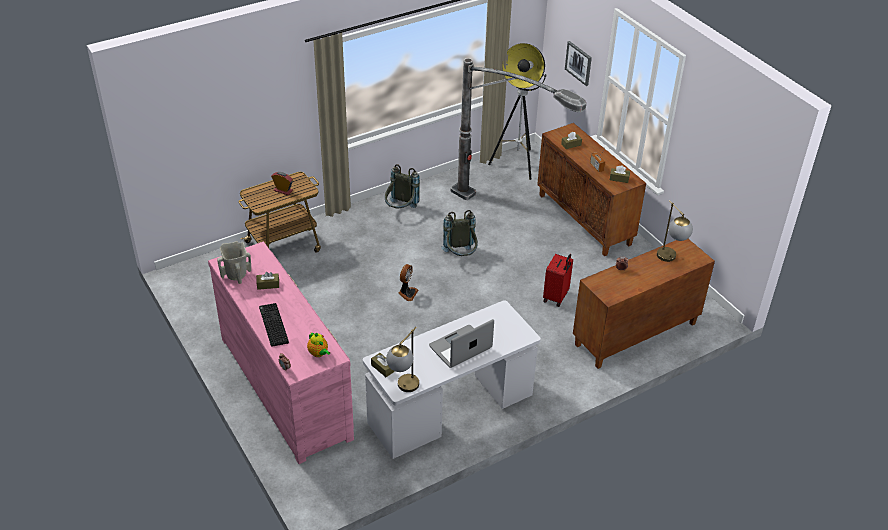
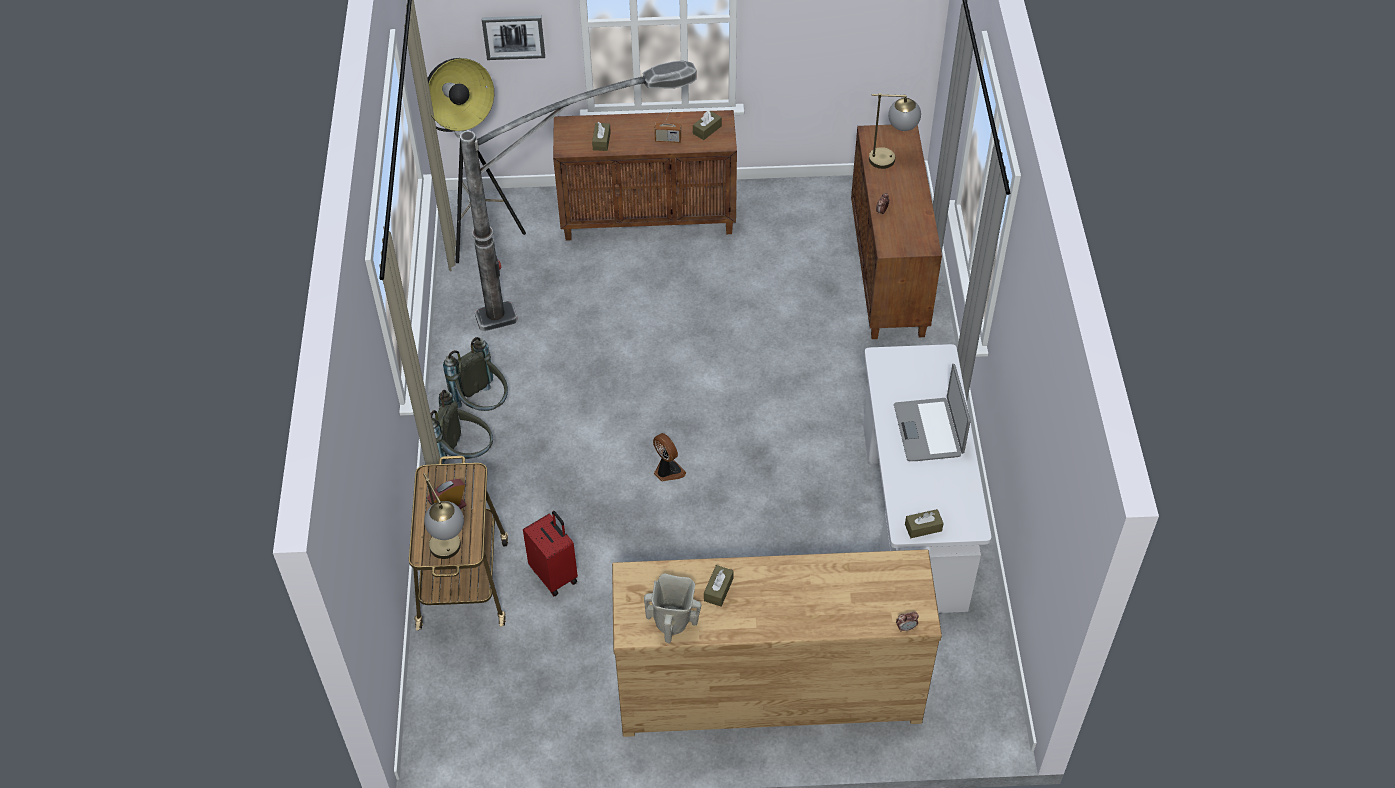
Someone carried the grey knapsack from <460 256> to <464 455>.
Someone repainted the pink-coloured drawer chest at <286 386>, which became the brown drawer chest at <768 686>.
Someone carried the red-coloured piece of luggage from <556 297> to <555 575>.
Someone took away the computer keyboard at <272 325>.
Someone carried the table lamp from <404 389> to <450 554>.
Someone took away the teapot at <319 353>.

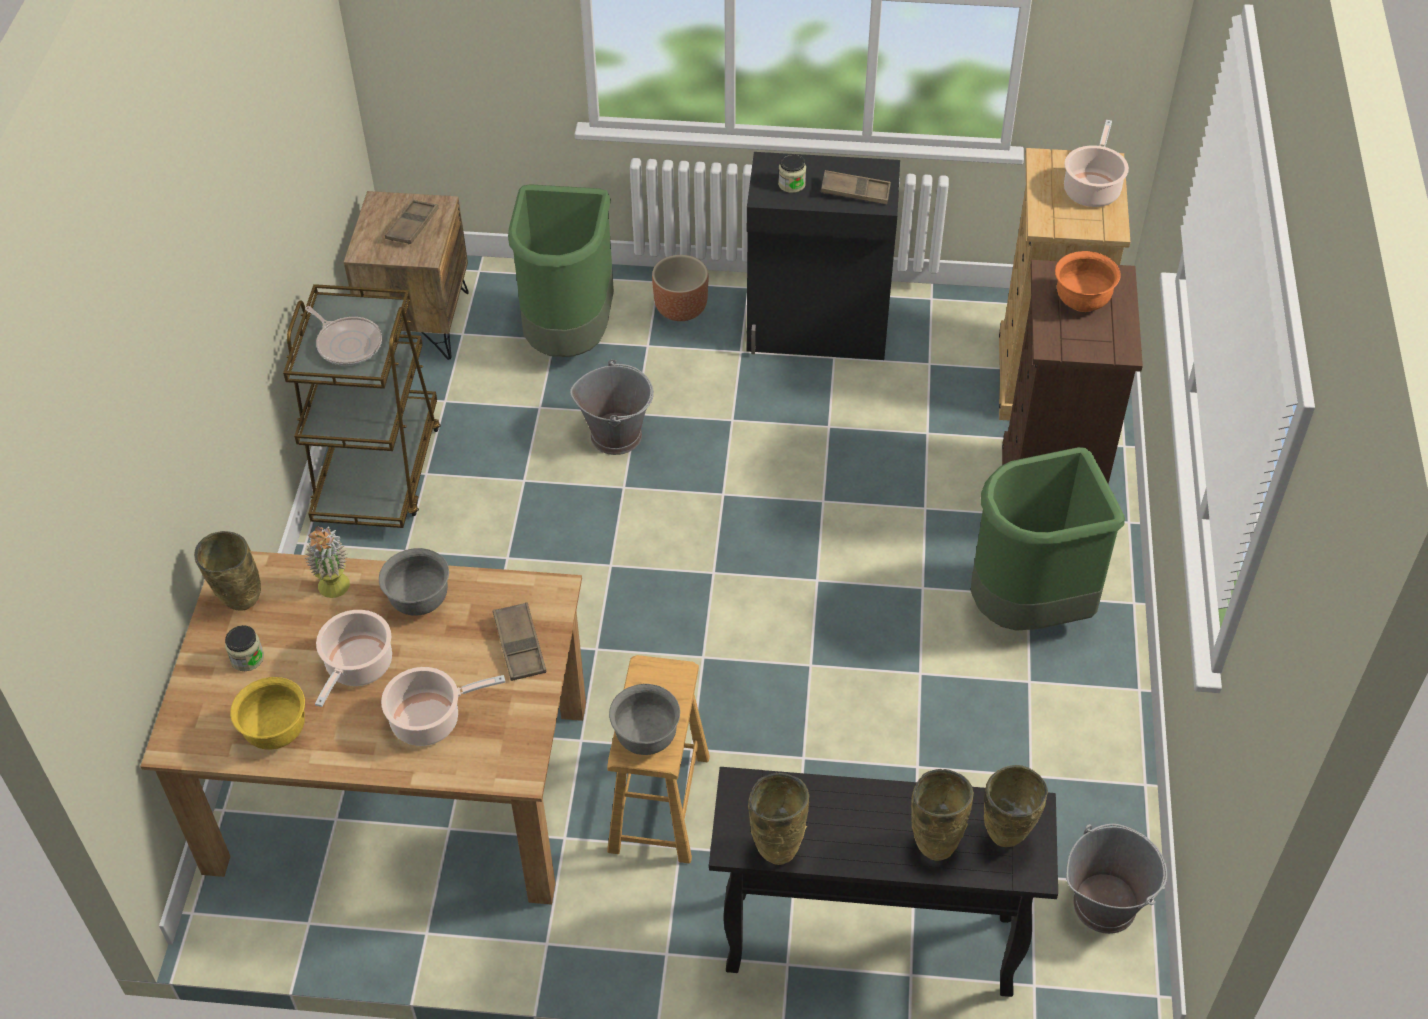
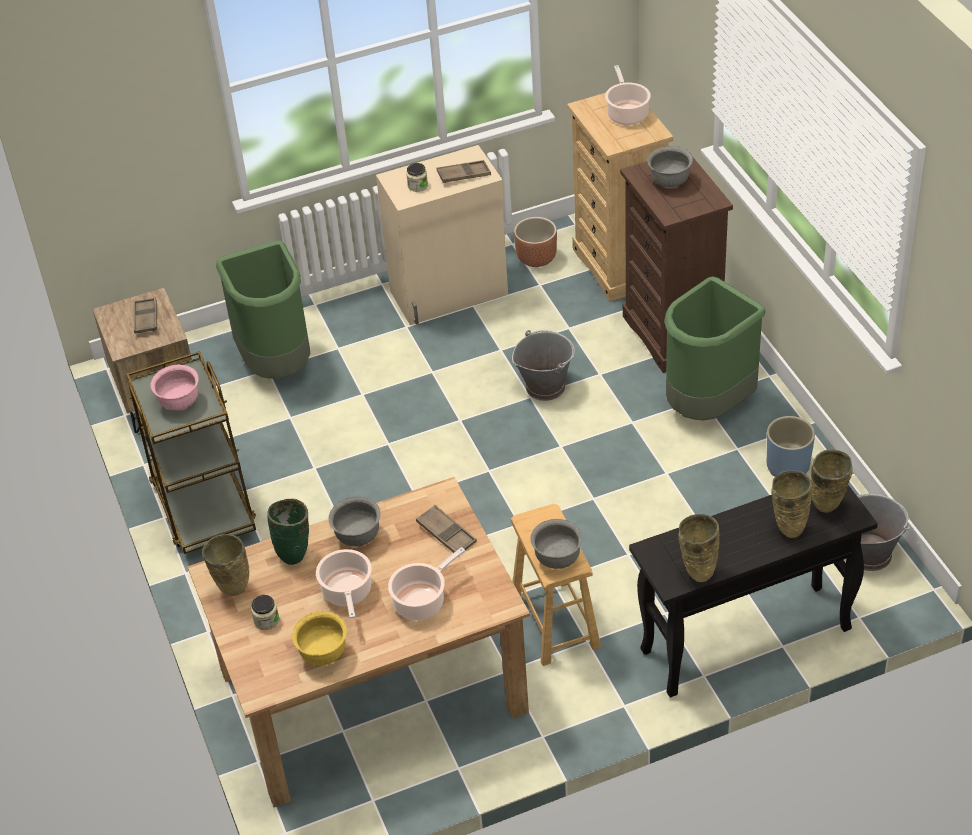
Someone repainted the black storage cabinet at <818 331>, which became the beige storage cabinet at <450 293>.
Someone repainted the orange-coloured bowl at <1081 301>, which became the grey bowl at <669 182>.
Someone carried the brown flower pot from <681 309> to <536 258>.
Someone swapped the skillet at <347 344> for the pink-coloured bowl at <179 402>.
Someone carried the grey pail from <616 435> to <545 386>.
Someone swapped the plant in a pot at <336 592> for the green-coloured vase at <295 555>.
Someone put down the blue flower pot at <788 466>.

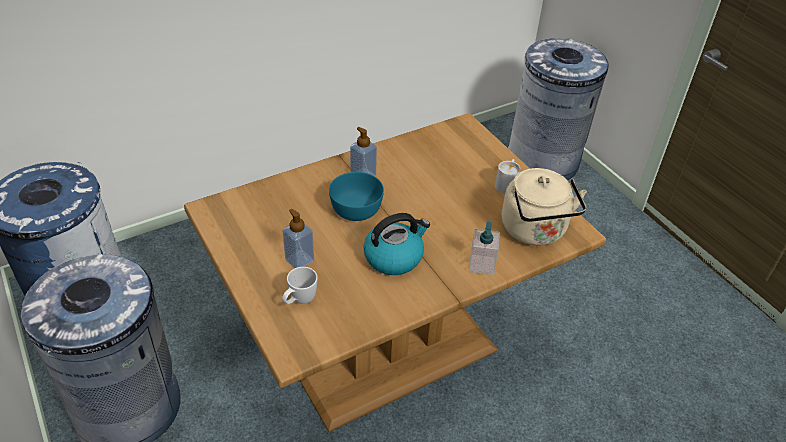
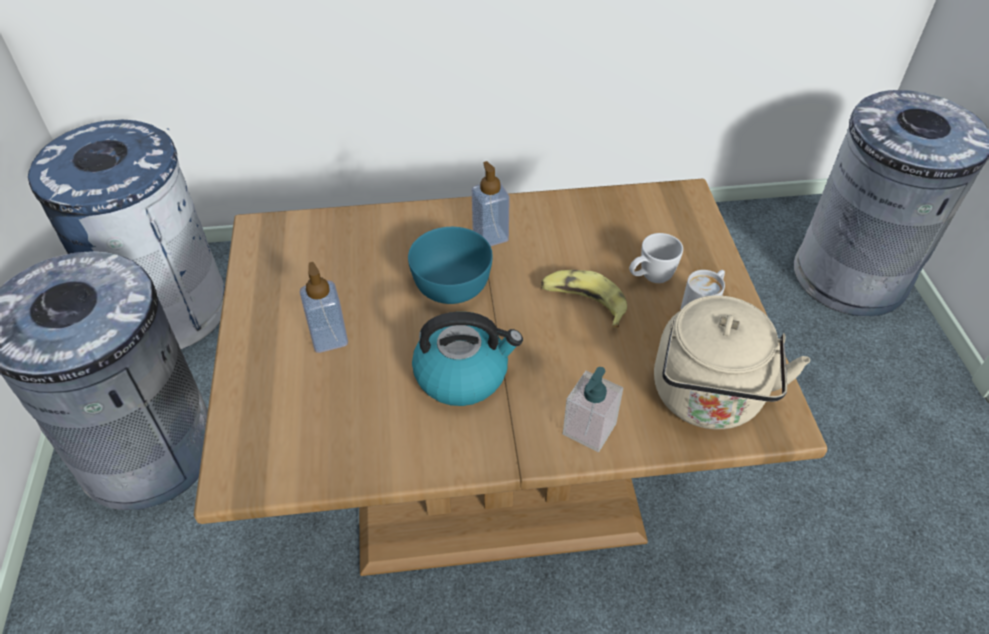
Someone carried the white-coloured mug from <299 301> to <650 278>.
Someone put down the banana at <583 302>.

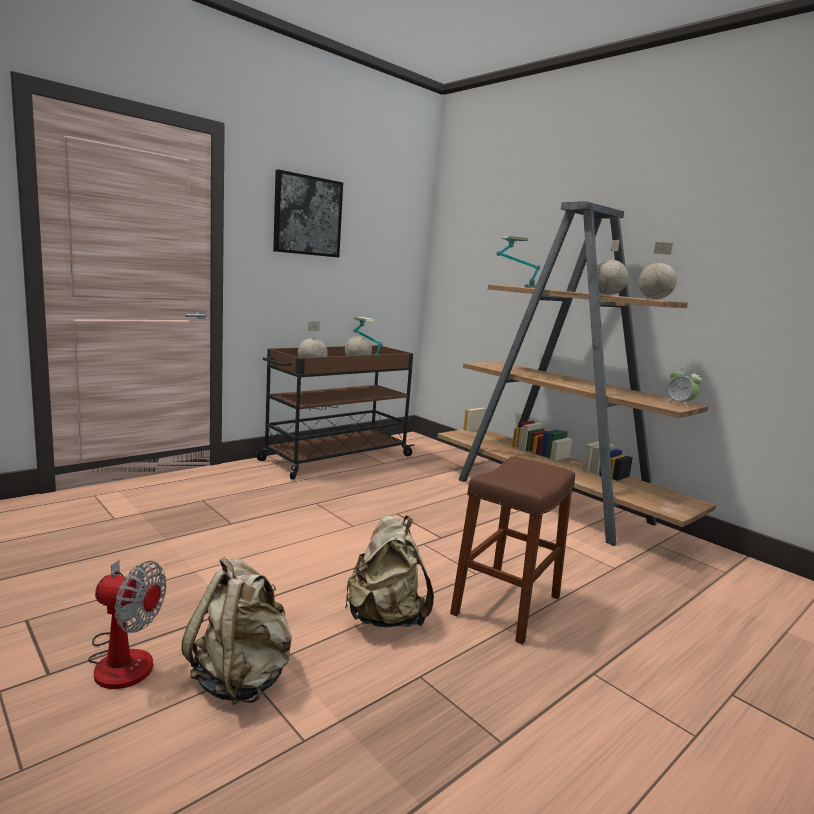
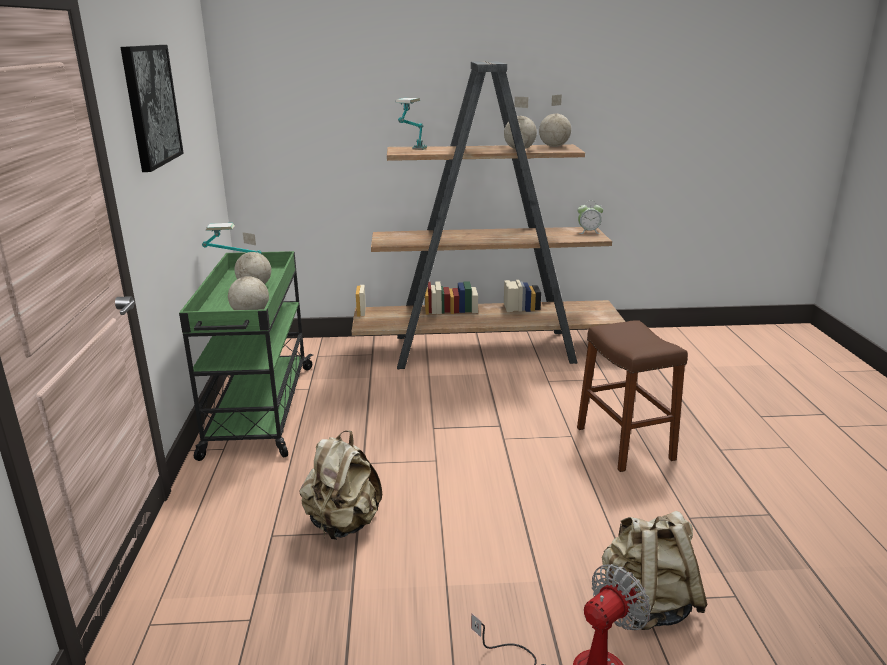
Someone repainted the brown wheeled cart at <335 458>, which became the green-coloured wheeled cart at <259 410>.
Someone carried the beige knapsack from <385 617> to <343 524>.

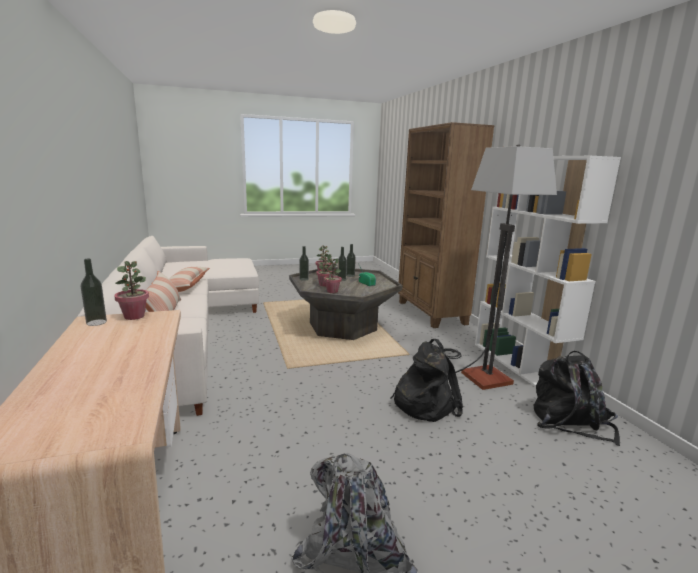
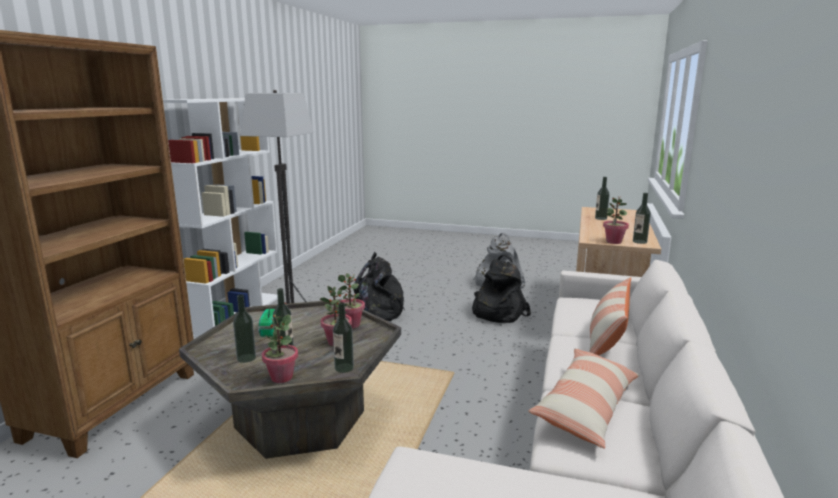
Someone carried the black knapsack from <570 421> to <496 313>.
Someone put down the drink bottle at <601 218>.

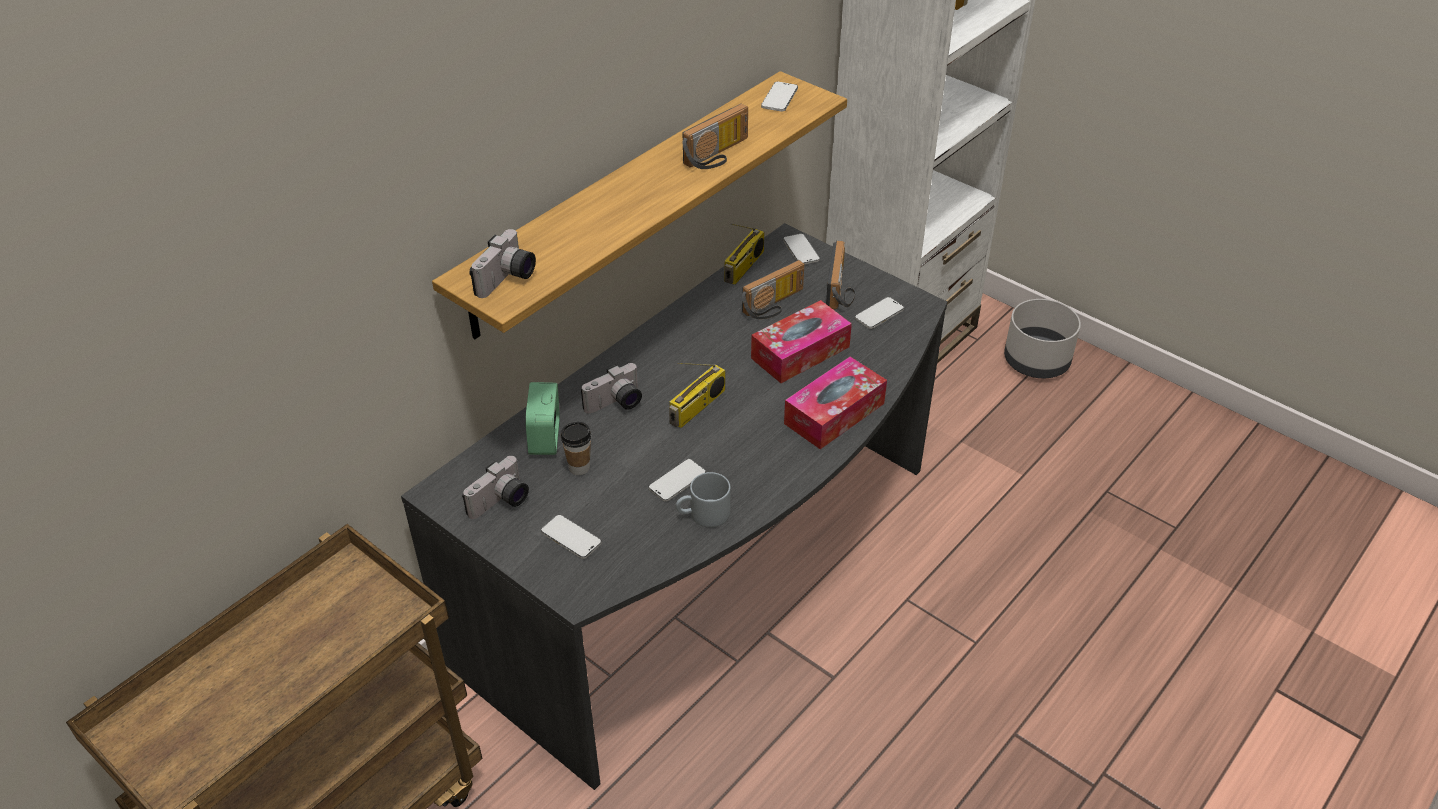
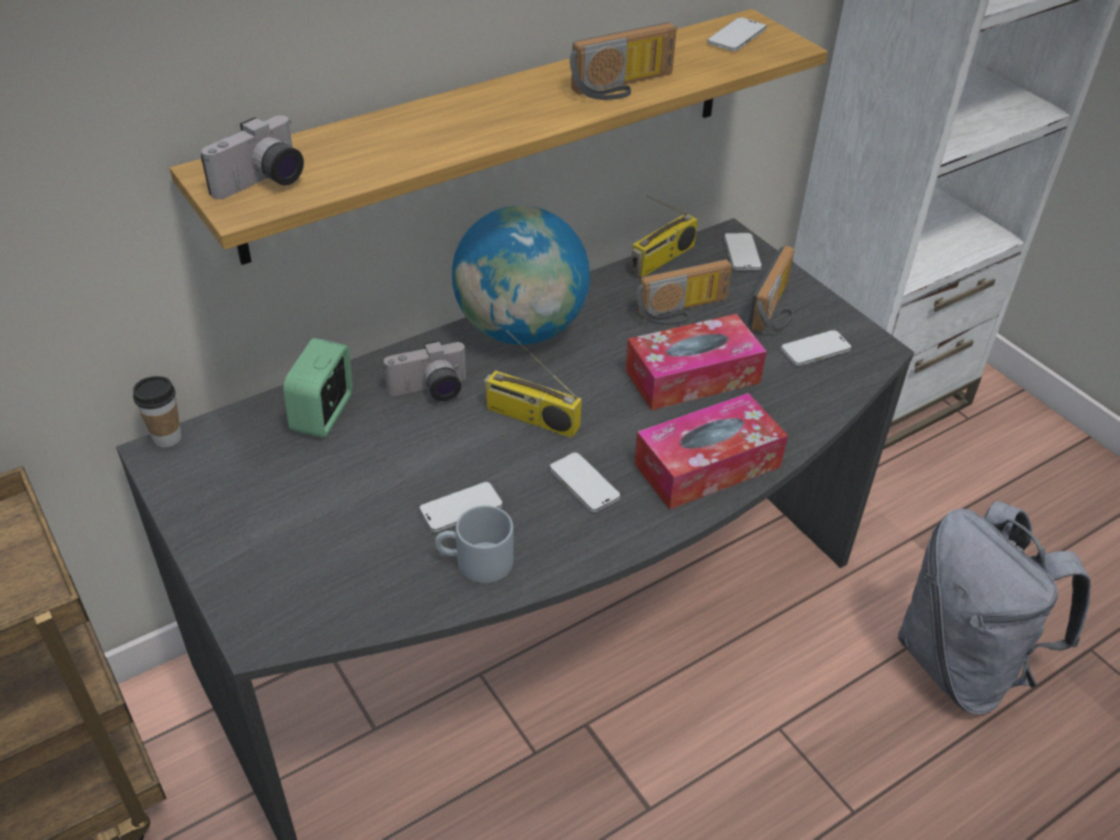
Someone took away the grey flower pot at <1037 361>.
Someone rotated the radio receiver at <697 407> by 60 degrees clockwise.
Someone carried the drinking cup from <579 467> to <167 438>.
Someone took away the still camera at <501 502>.
Someone carried the telephone from <571 538> to <584 484>.
Someone put down the globe at <521 329>.
Someone put down the grey knapsack at <962 665>.

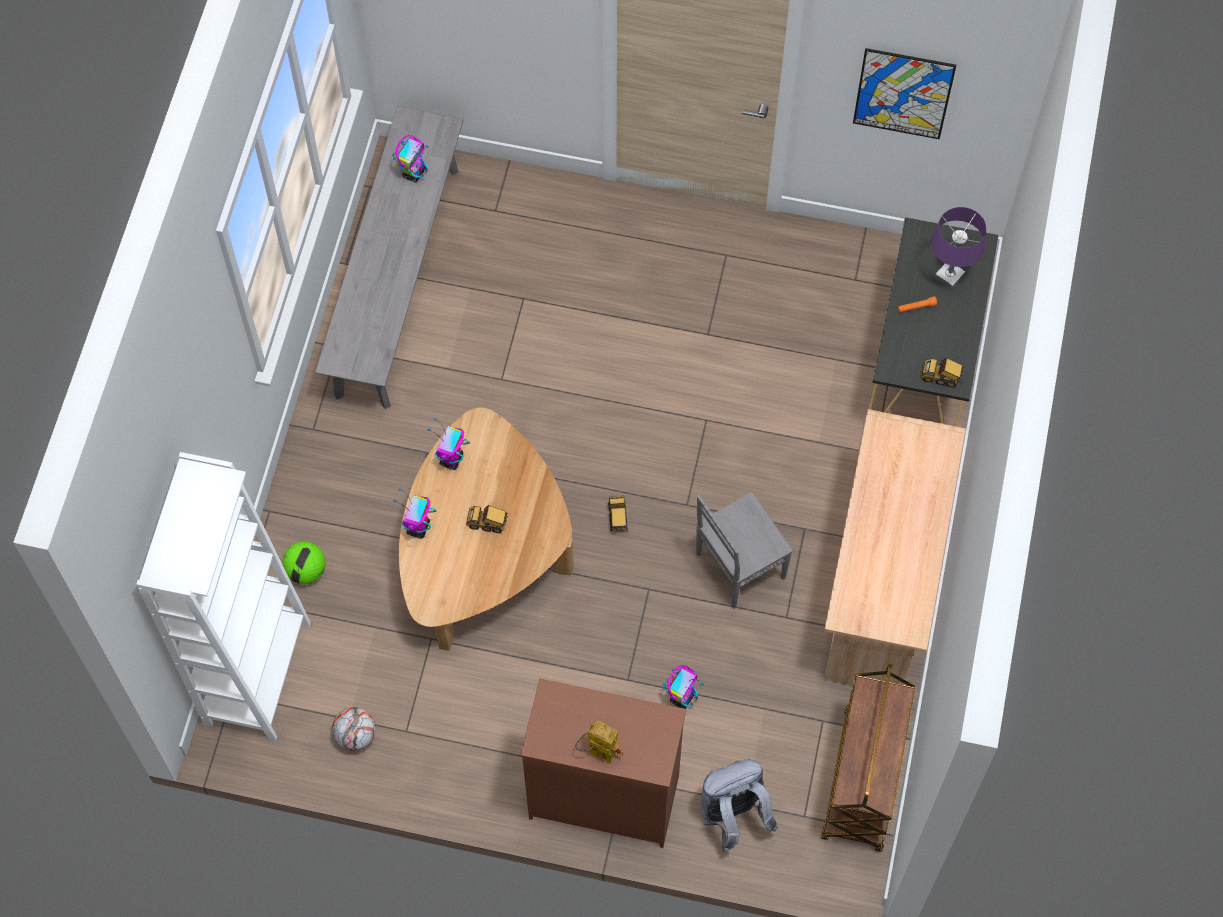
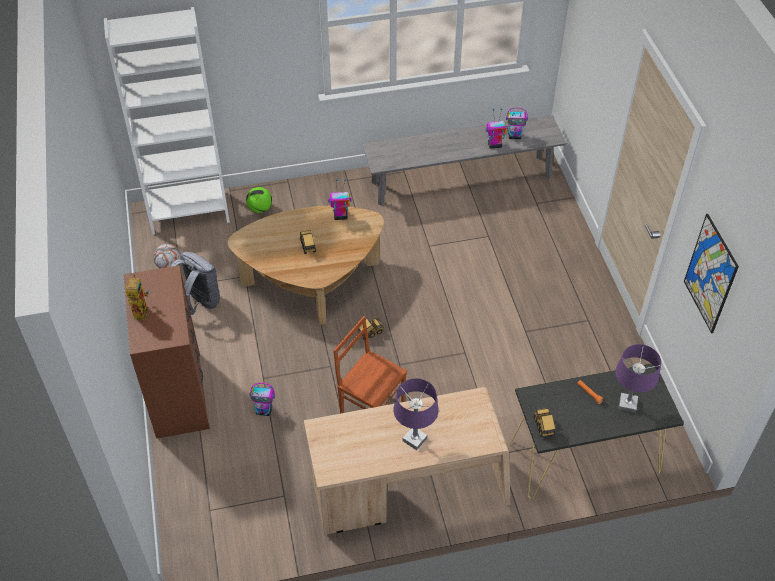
Someone carried the robot figure from <418 528> to <494 145>.
Someone repainted the grey upright chair at <738 565>, which became the brown upright chair at <372 407>.
Someone took away the brown wheeled cart at <863 781>.
Someone carried the grey knapsack from <733 816> to <199 302>.
Someone put down the purple-coloured table lamp at <414 440>.

